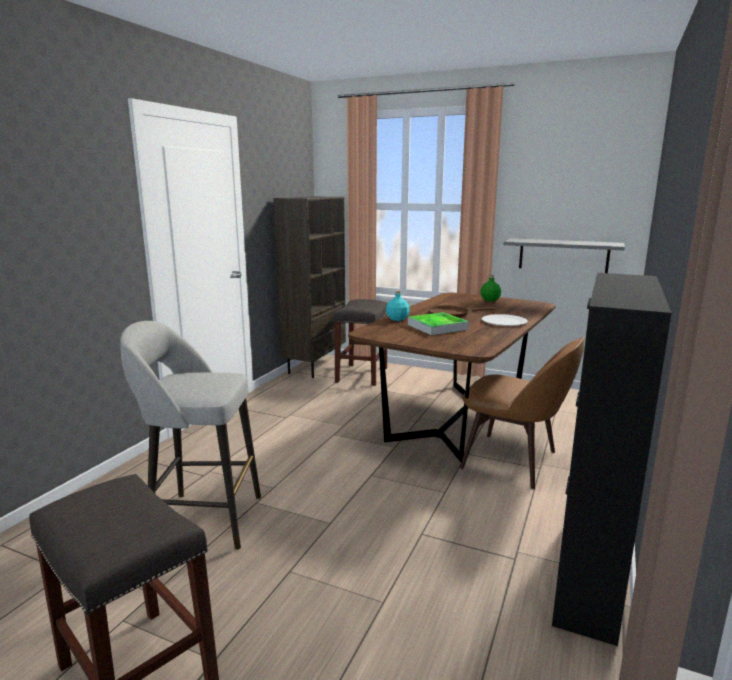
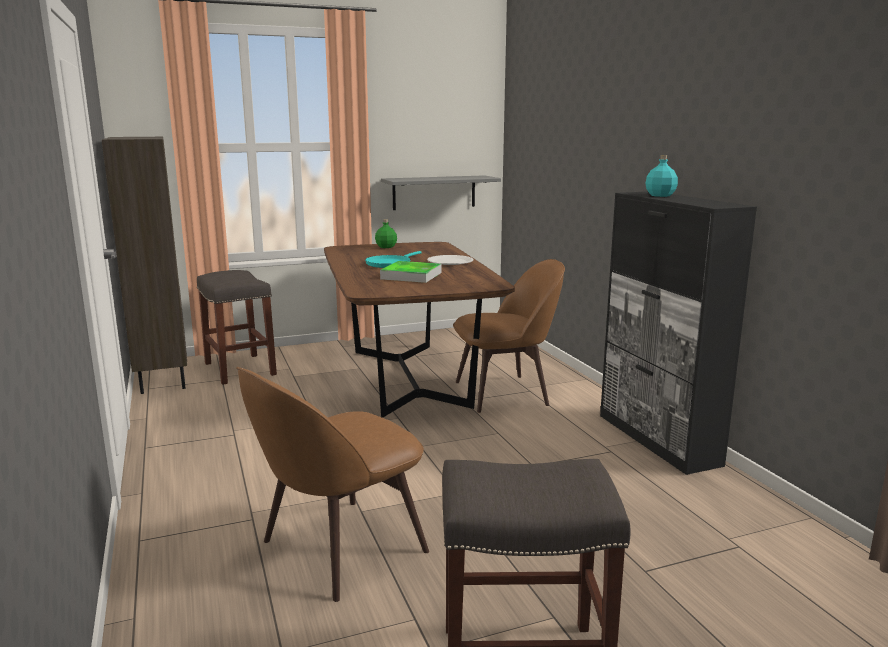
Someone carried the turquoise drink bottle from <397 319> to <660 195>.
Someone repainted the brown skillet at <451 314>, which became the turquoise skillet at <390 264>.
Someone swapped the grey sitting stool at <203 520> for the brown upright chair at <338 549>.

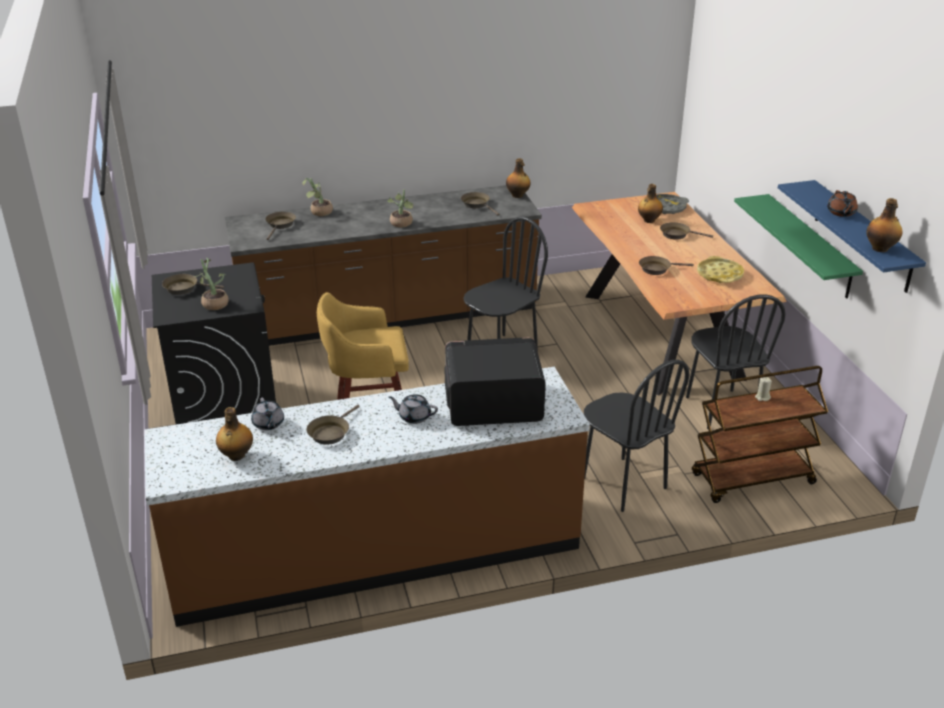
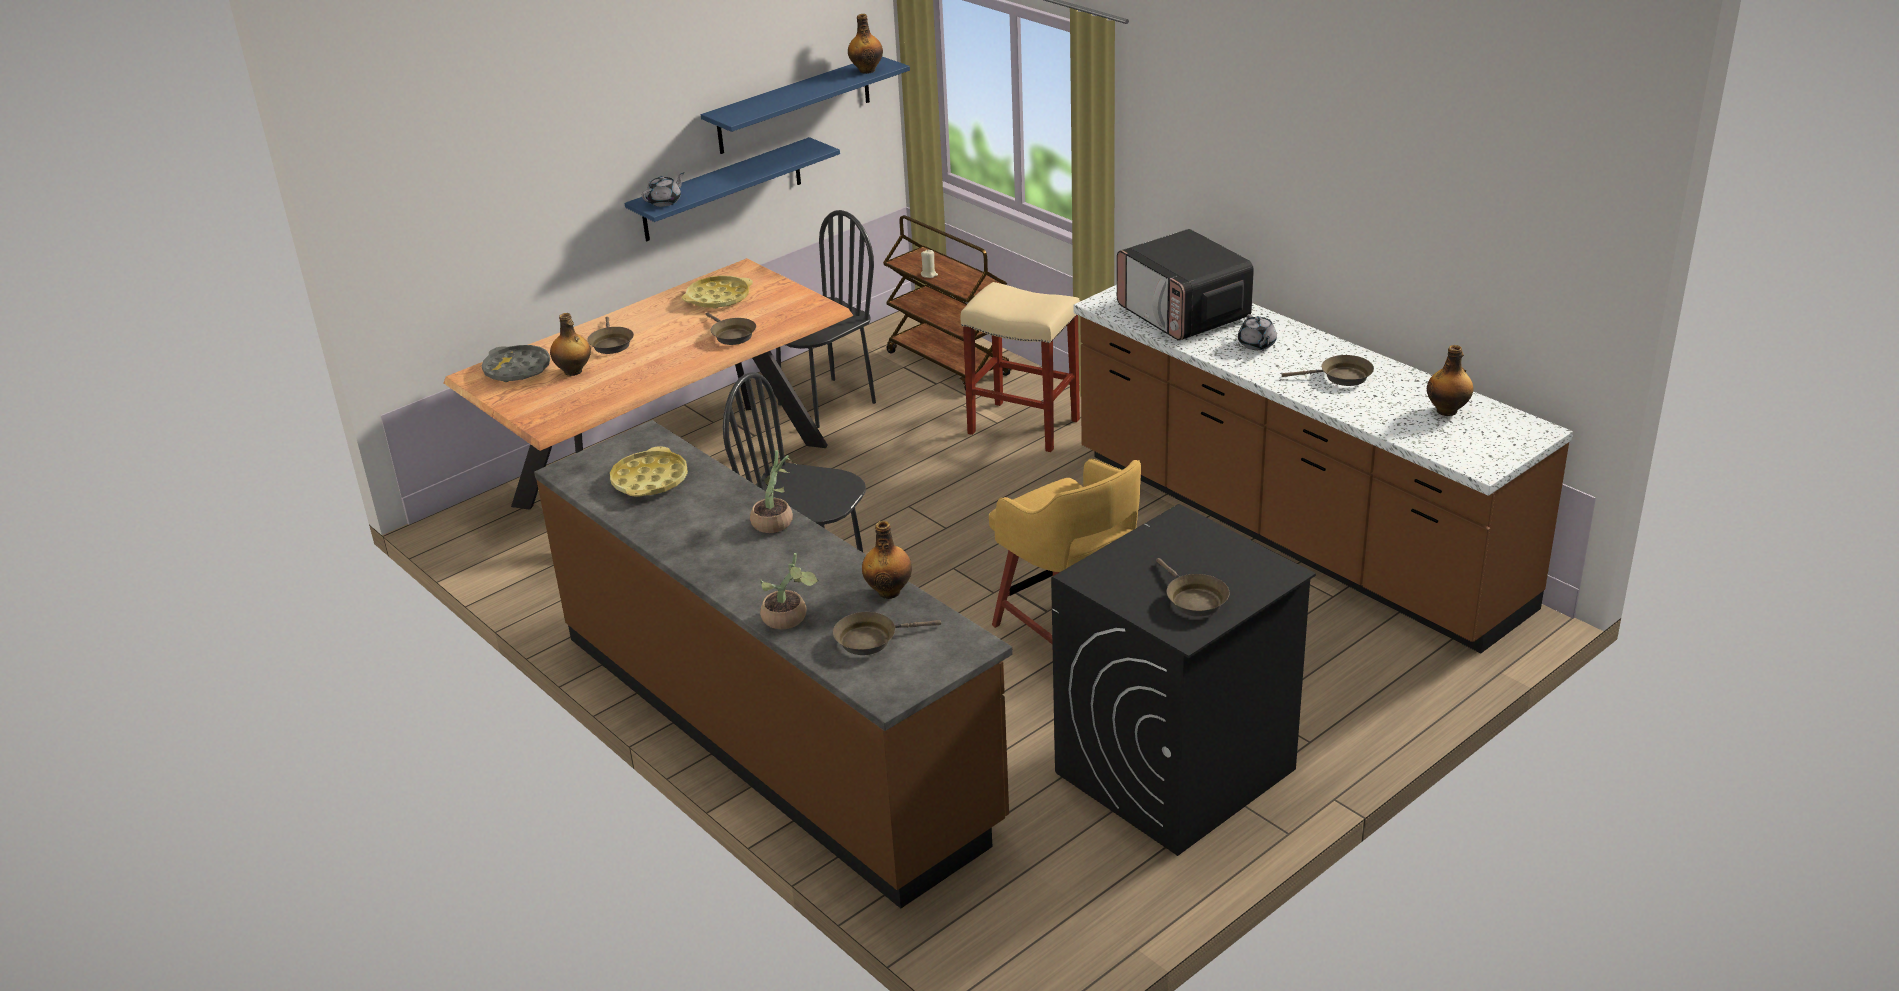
Someone carried the drink bottle from <518 196> to <889 591>.
Someone took away the brown teapot at <841 213>.
Someone swapped the brown skillet at <477 204> for the yellow serving tray at <649 480>.
Someone repainted the green-coloured wall shelf at <809 246>, which became the blue wall shelf at <722 190>.
Someone took away the plant in a pot at <213 303>.
Someone swapped the black upright chair at <623 483> for the beige sitting stool at <1025 426>.
Someone carried the grey teapot from <268 424> to <665 201>.

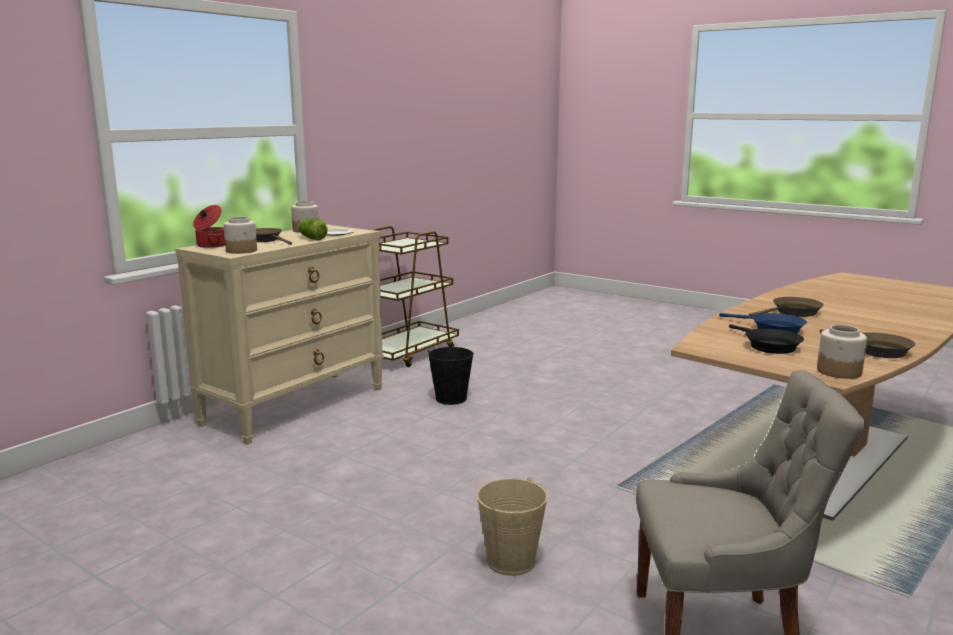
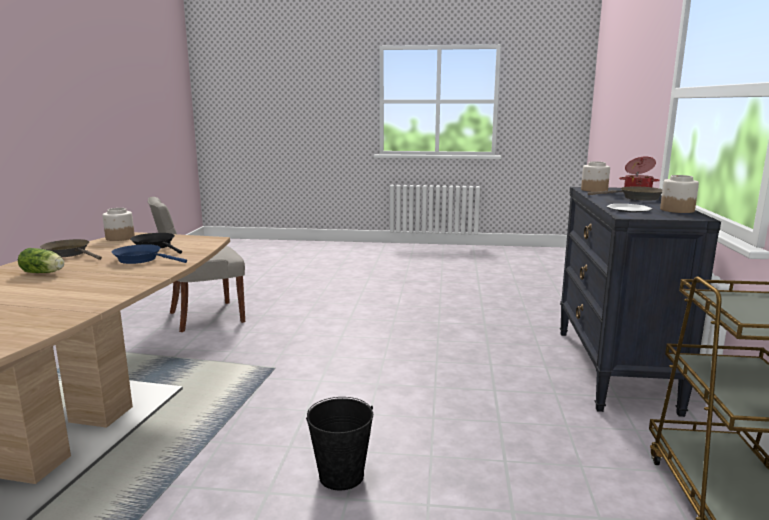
Someone carried the lettuce head from <311 238> to <44 273>.
Someone repainted the beige drawer chest at <295 405>, which became the black drawer chest at <614 369>.
Someone took away the brown skillet at <793 313>.
Someone carried the black pail from <451 398> to <341 476>.
Someone took away the beige pail at <510 561>.

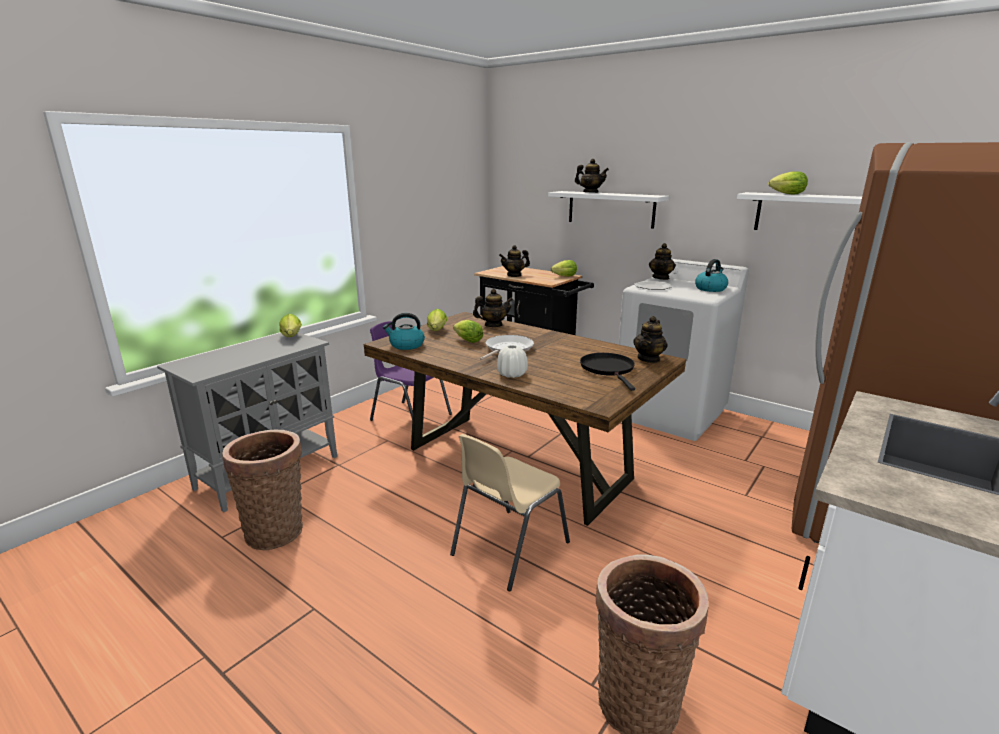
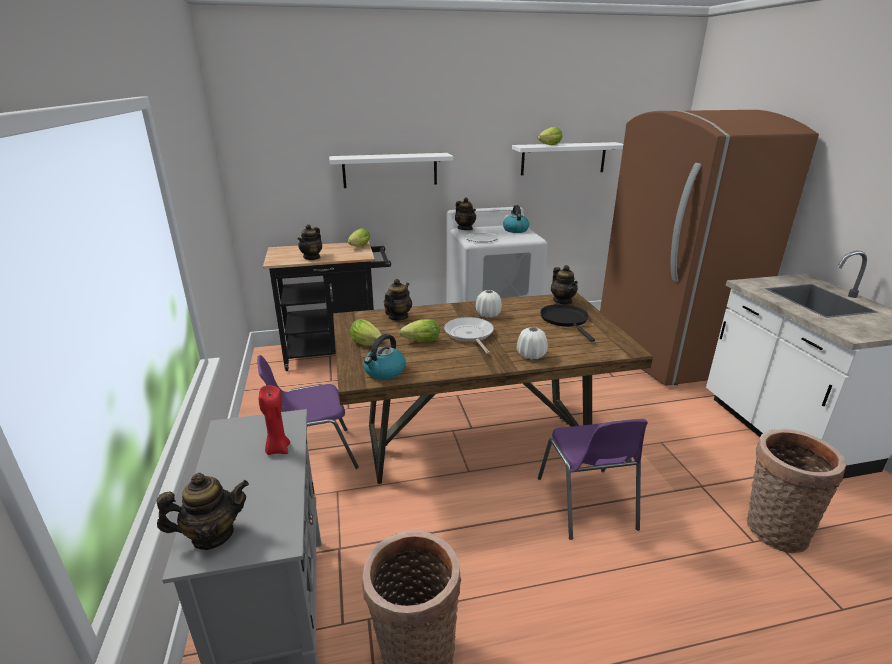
Someone carried the teapot from <590 192> to <212 535>.
Someone took away the lettuce head at <291 337>.
Someone rotated the black skillet at <608 369> by 45 degrees clockwise.
Someone repainted the beige upright chair at <508 548>, which became the purple-coloured upright chair at <586 504>.
Someone put down the white-coloured vase at <488 314>.
Someone put down the red-coloured wax candle at <277 449>.

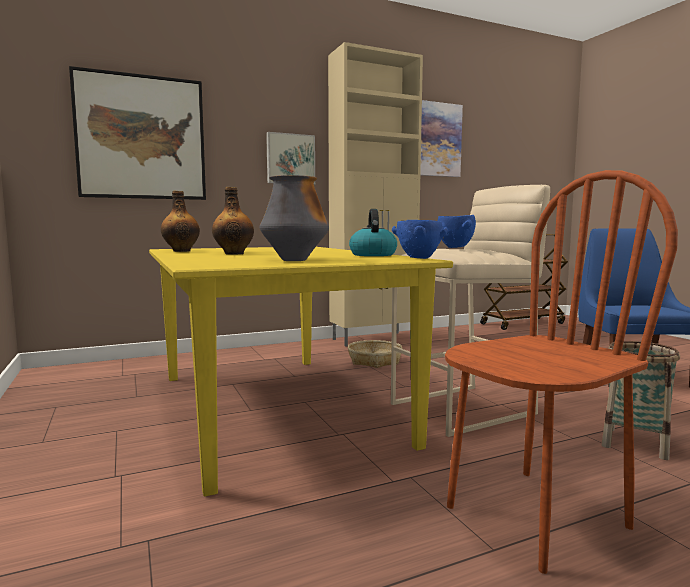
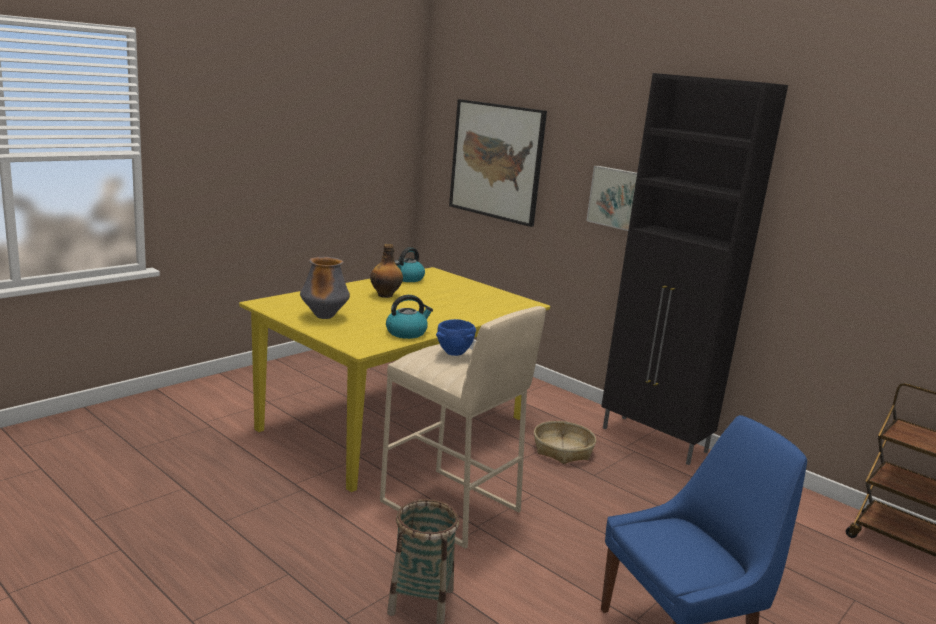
Someone repainted the beige storage cabinet at <374 339>, which became the black storage cabinet at <655 440>.
Someone took away the wall art at <437 140>.
Someone took away the brown upright chair at <535 516>.
Someone swapped the drink bottle at <181 251> for the tea kettle at <407 279>.
Someone took away the blue bowl at <420 258>.

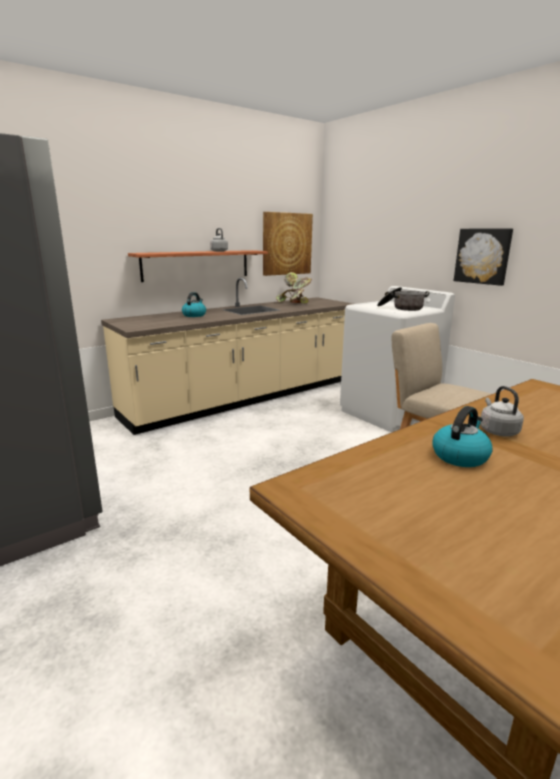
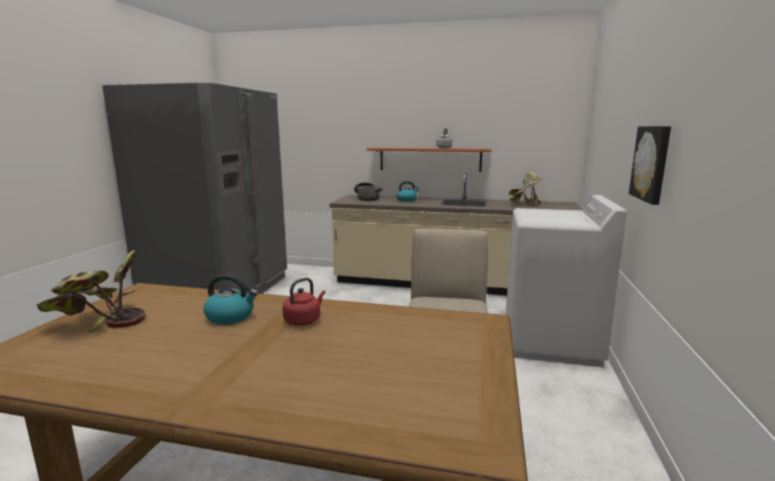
Someone took away the wall art at <287 244>.
Someone carried the saucepot from <401 308> to <367 198>.
Someone repainted the grey tea kettle at <497 431>, which became the red-coloured tea kettle at <304 320>.
Someone put down the plant in a pot at <101 321>.

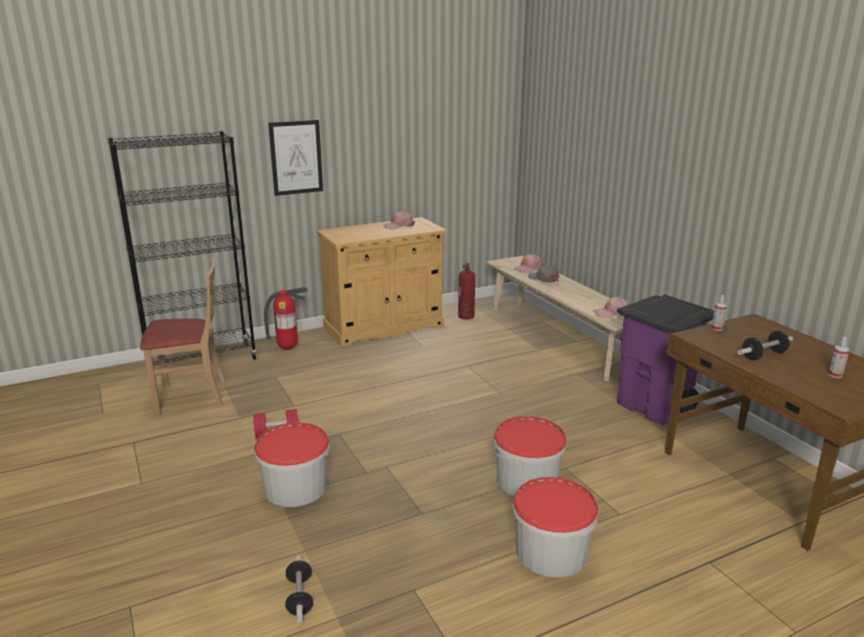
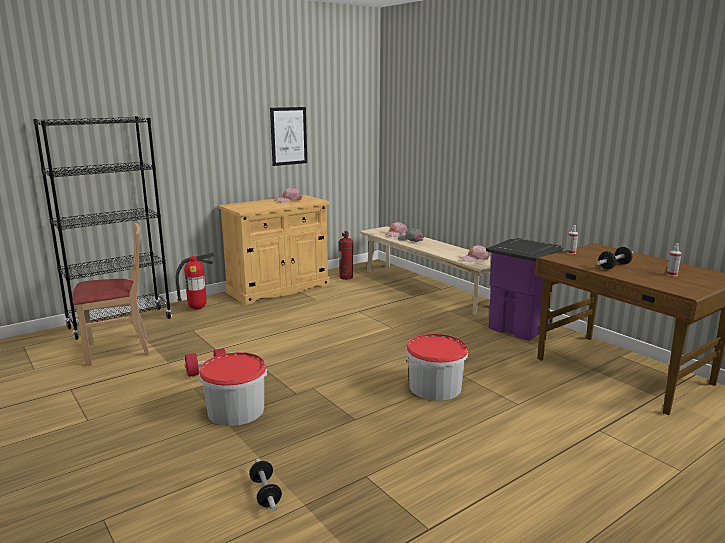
Someone carried the wall art from <296 157> to <288 136>.
Someone took away the pail at <551 552>.

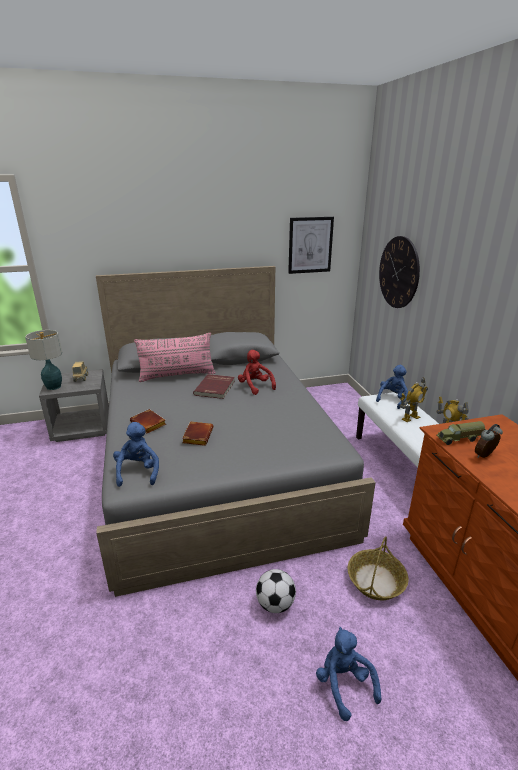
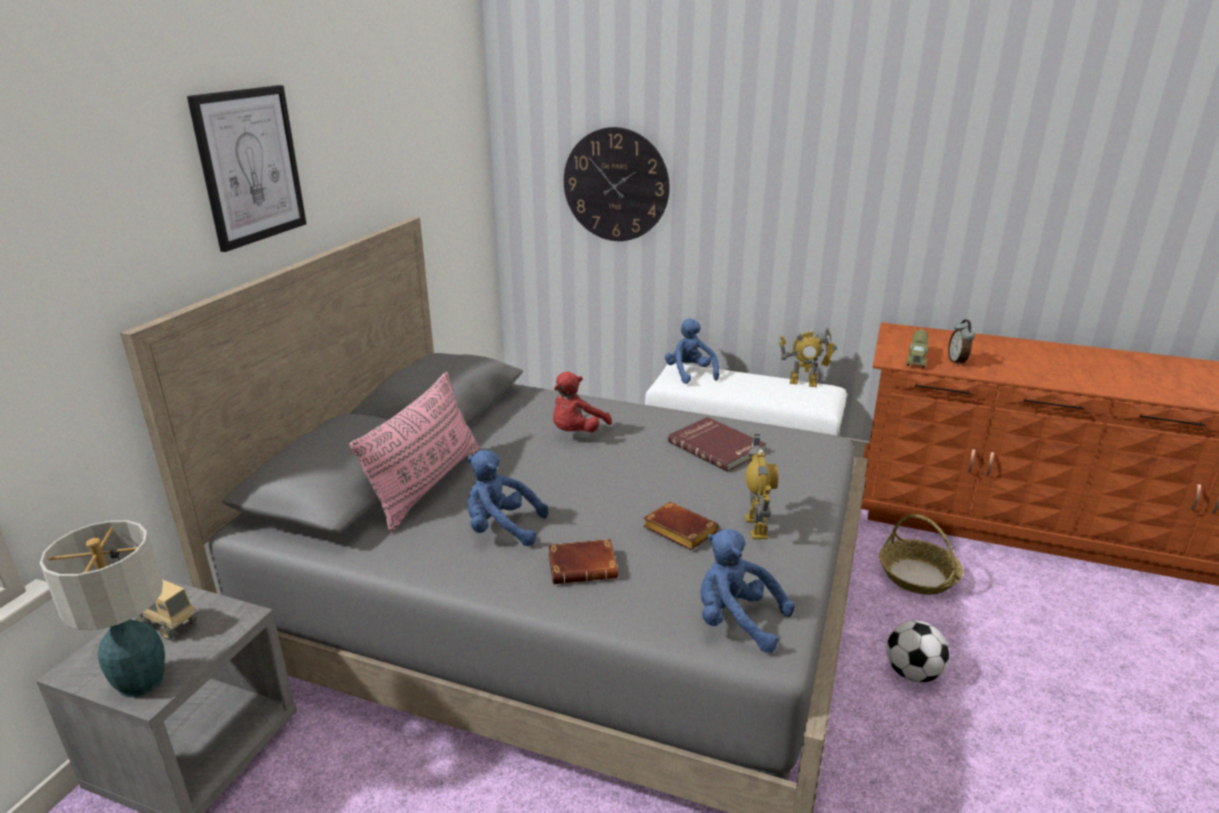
Someone carried the wall art from <310 245> to <250 166>.
Someone rotated the red-coloured plush toy at <255 386> by 60 degrees counterclockwise.
Someone carried the red-coloured volume from <215 388> to <717 446>.
Someone carried the robot figure from <410 418> to <756 527>.
Someone carried the blue plush toy from <344 684> to <501 528>.

